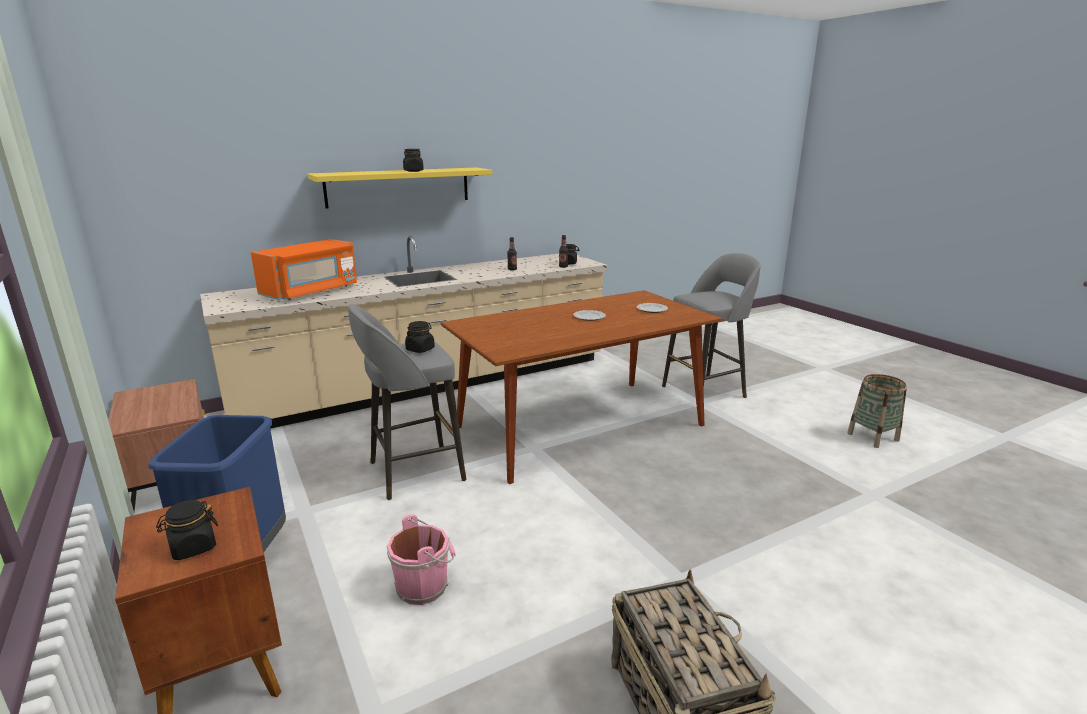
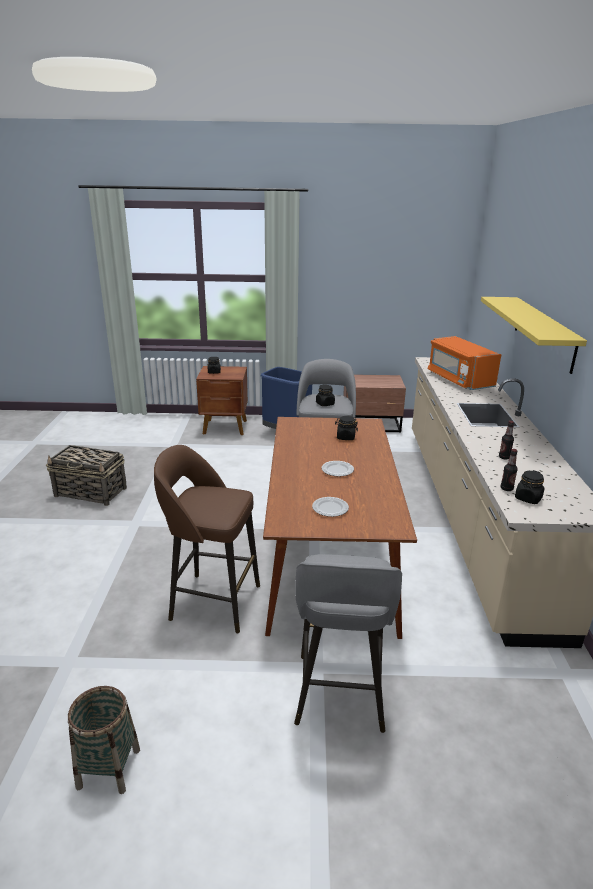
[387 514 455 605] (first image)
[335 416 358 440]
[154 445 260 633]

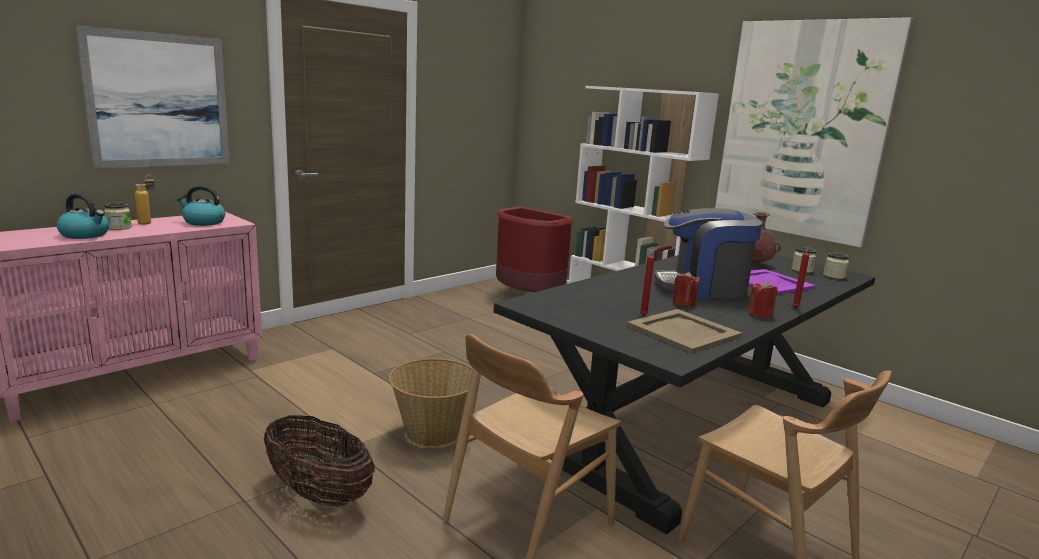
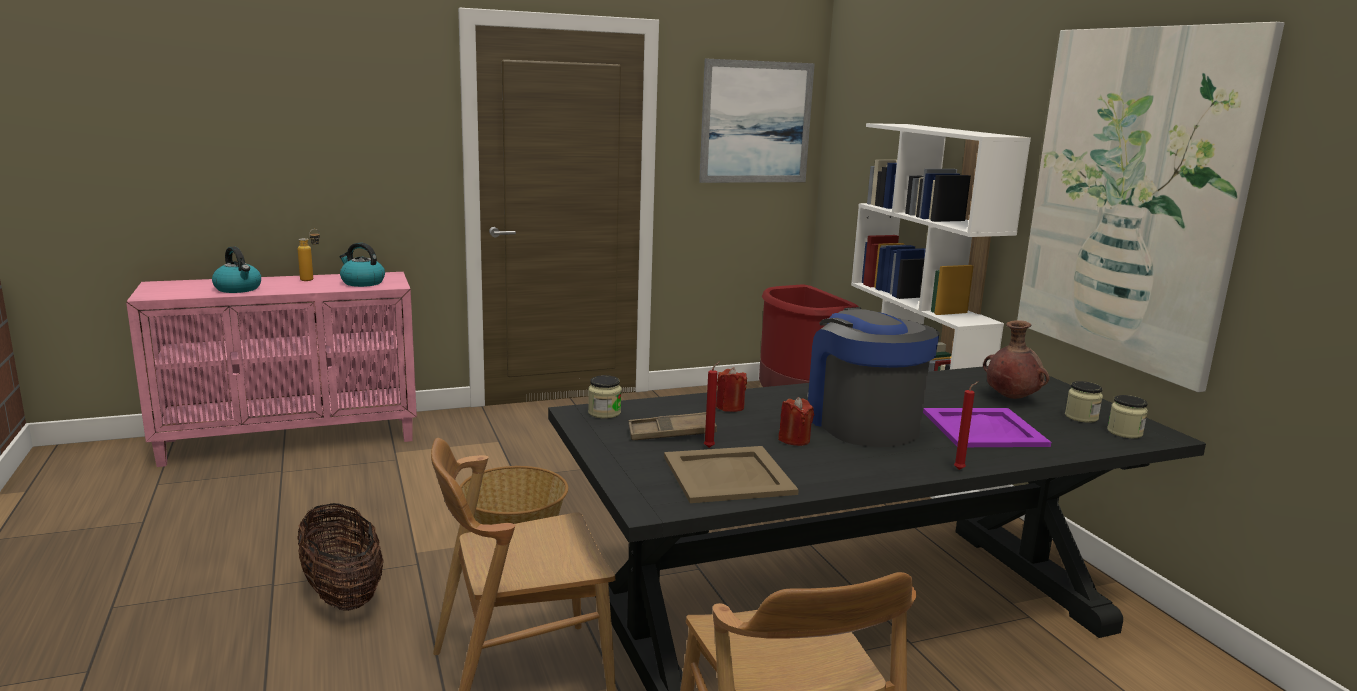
[699 59 815 183]
[588 375 621 418]
[807 307 940 447]
[716 367 747 412]
[628 412 717 440]

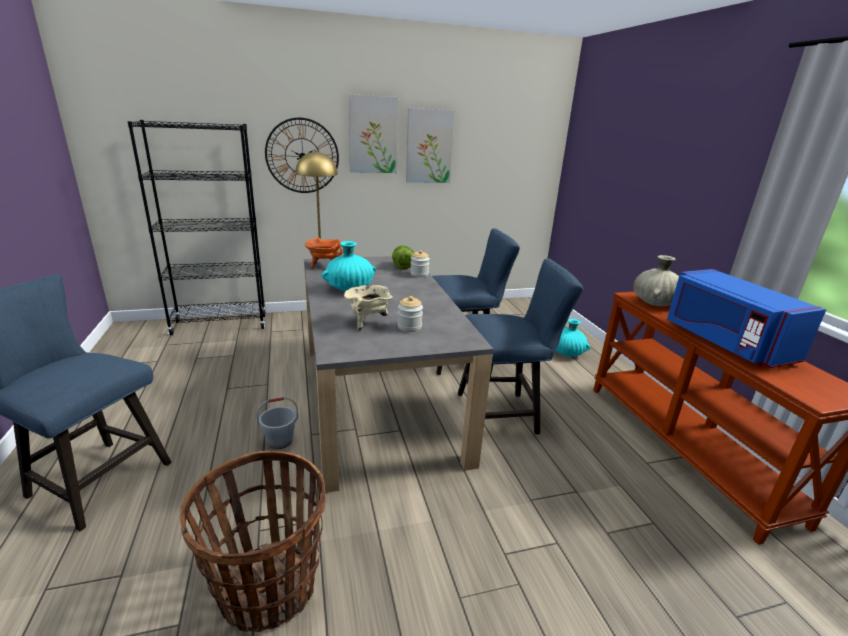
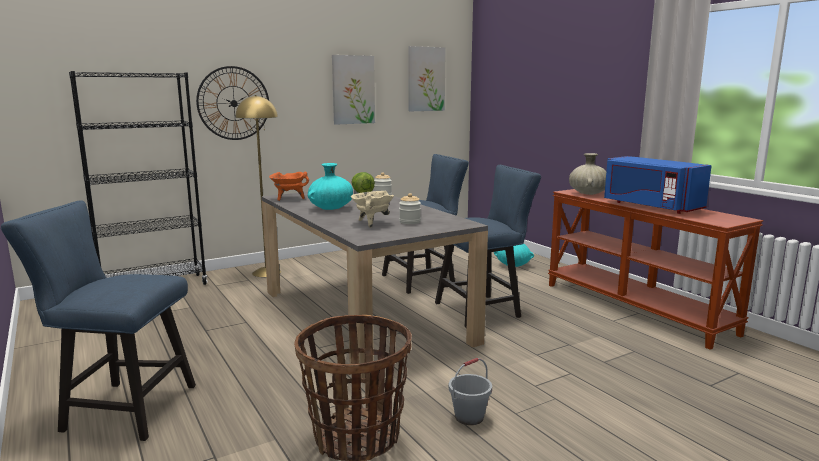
[449 358 492 425]
[408 46 446 111]

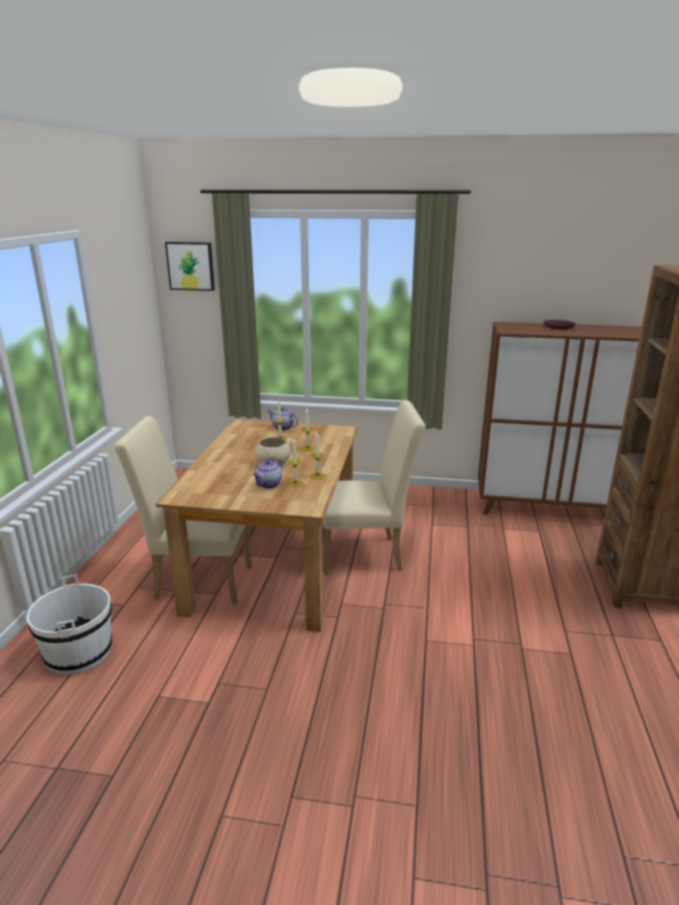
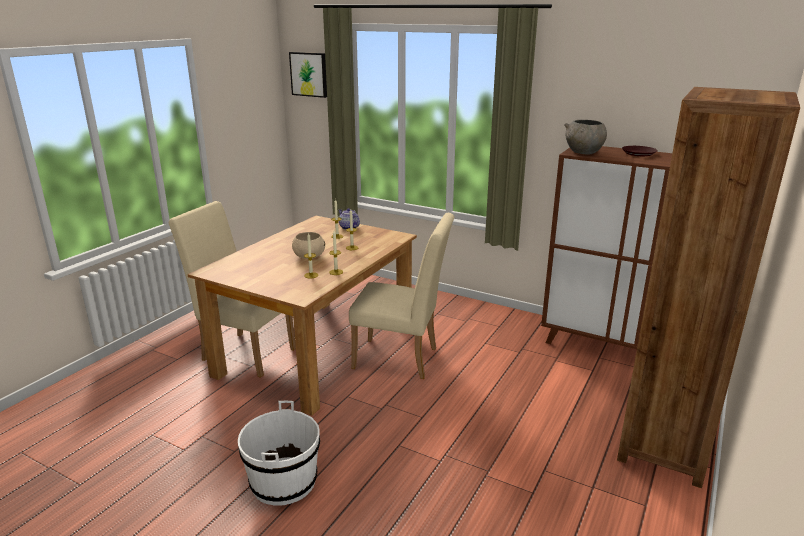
[238 401 320 506]
[253 459 283 488] (first image)
[564 120 607 154]

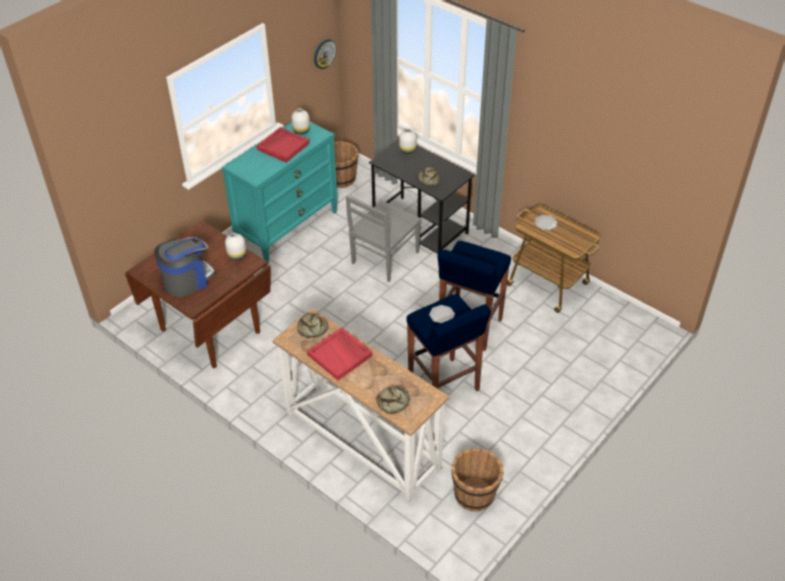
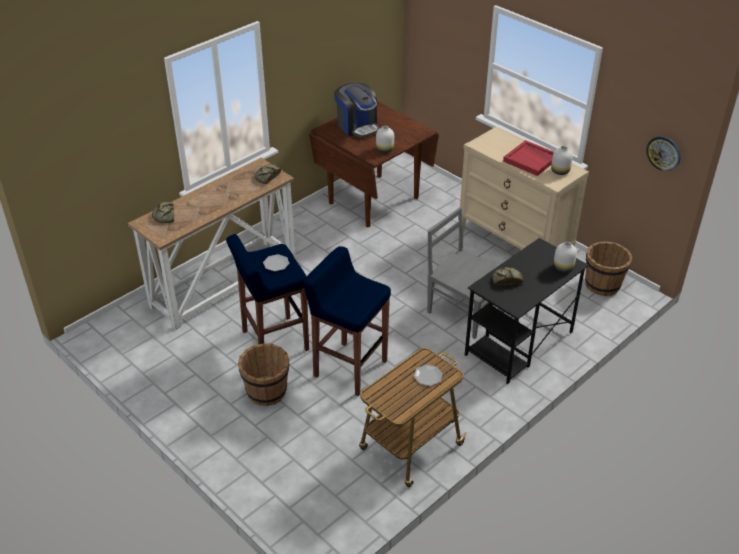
[460 126 589 250]
[307 327 372 380] (first image)
[238 343 289 406]

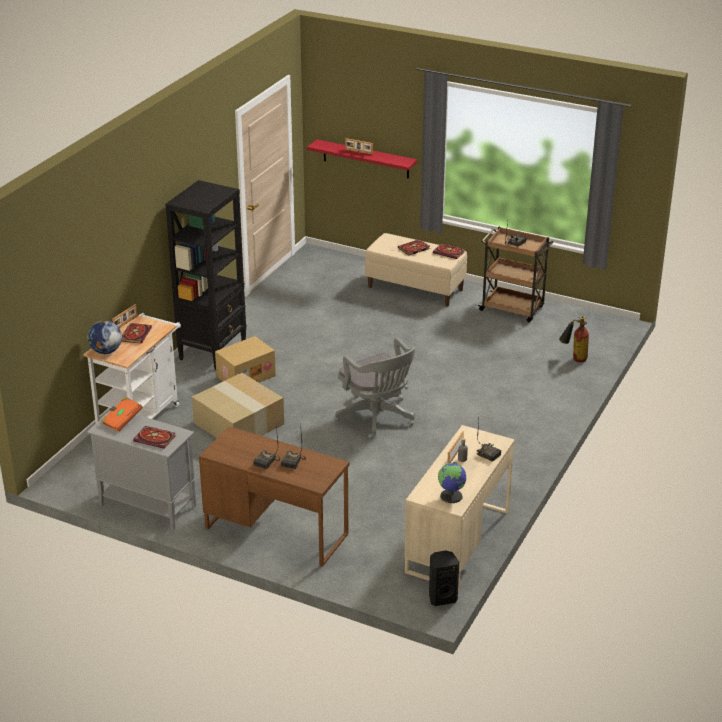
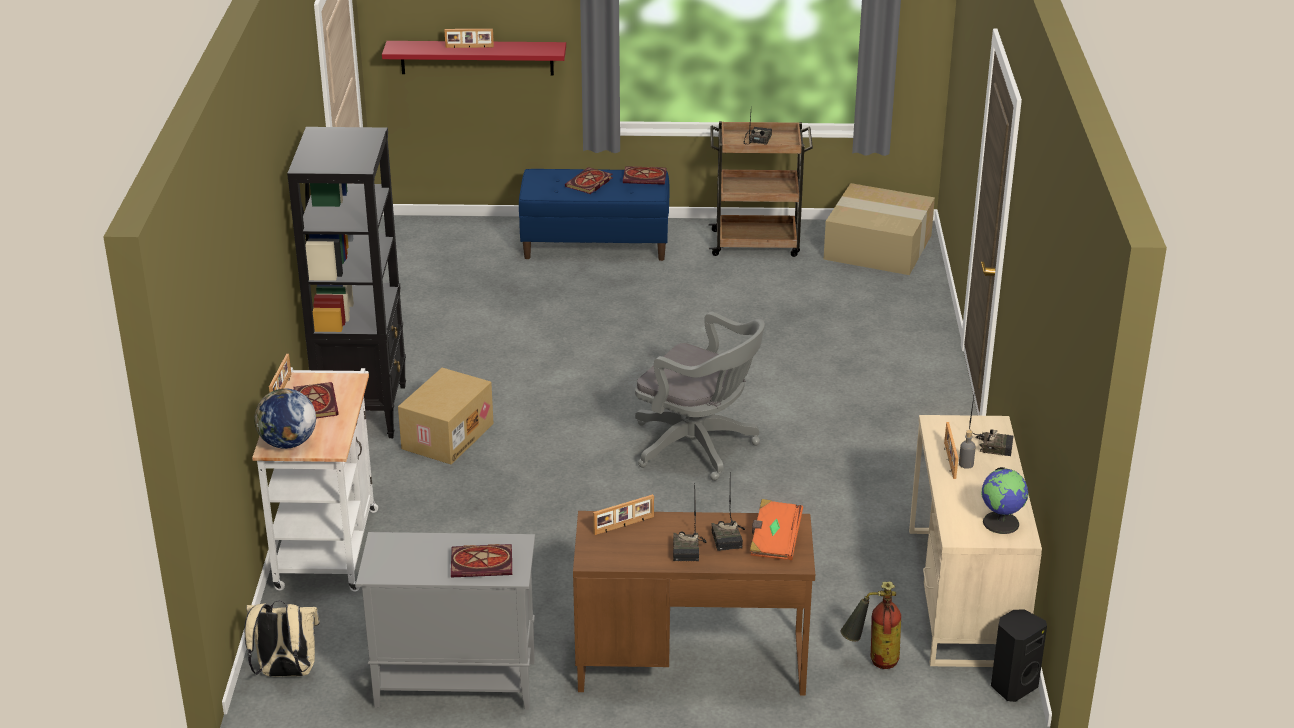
[750 499 803 560]
[824 183 935 275]
[519 169 670 261]
[841 581 901 669]
[244 600 320 677]
[593 494 654 535]

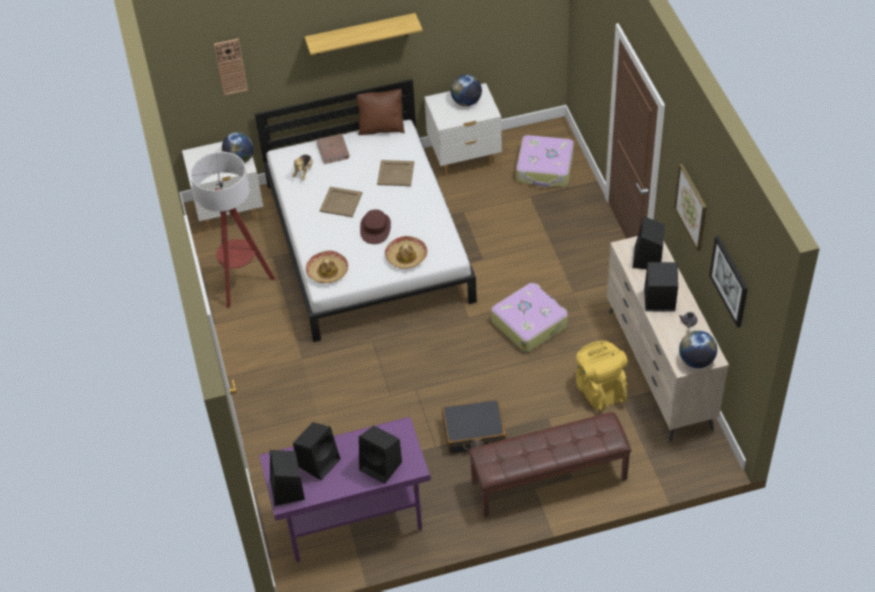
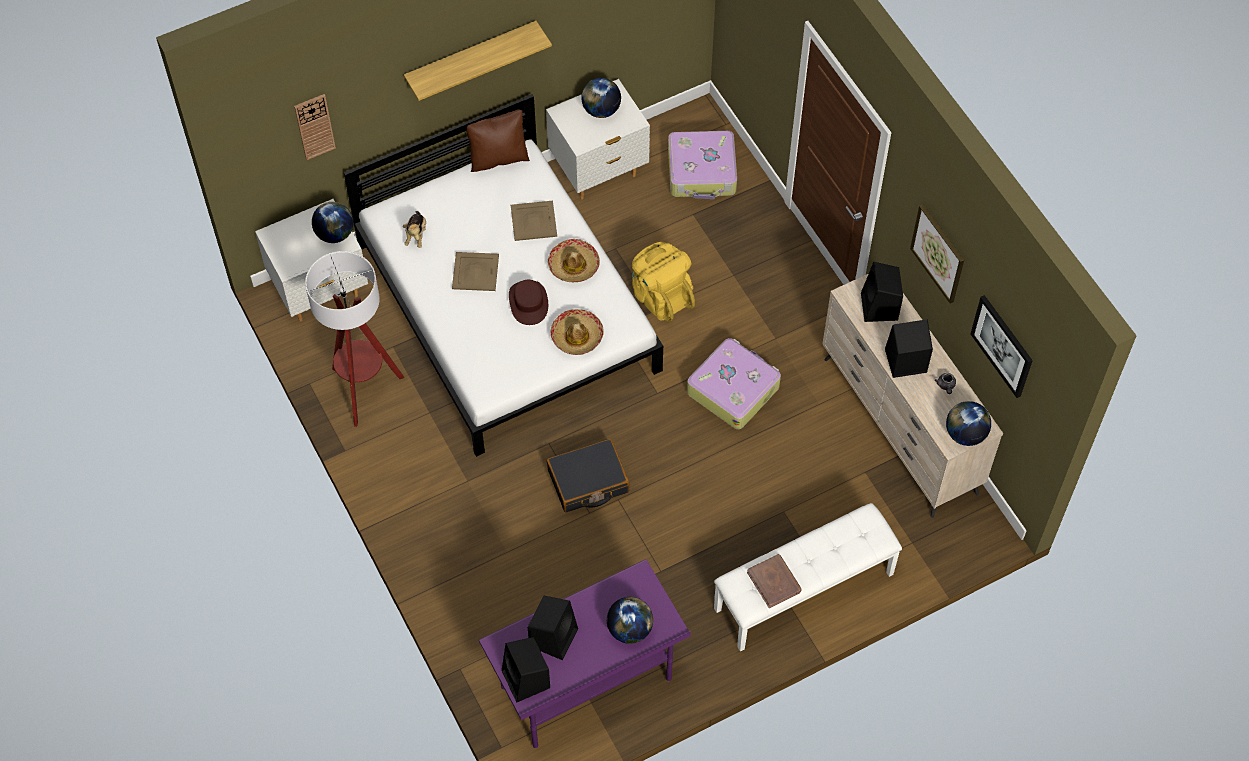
[548 239 600 282]
[747 554 802 608]
[607 597 653 644]
[547 439 629 512]
[714 503 902 652]
[632 242 695 322]

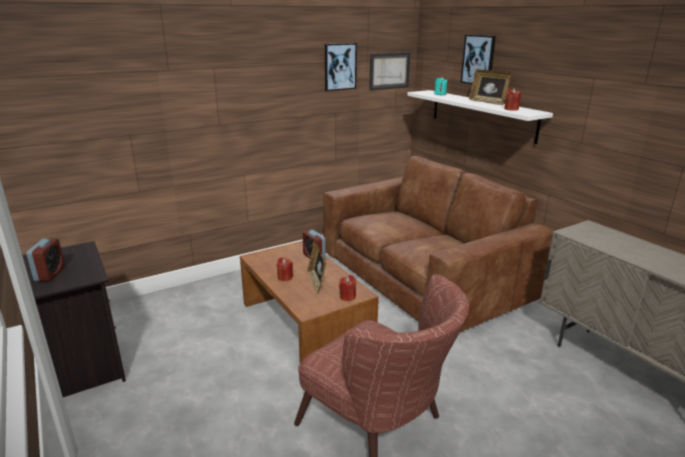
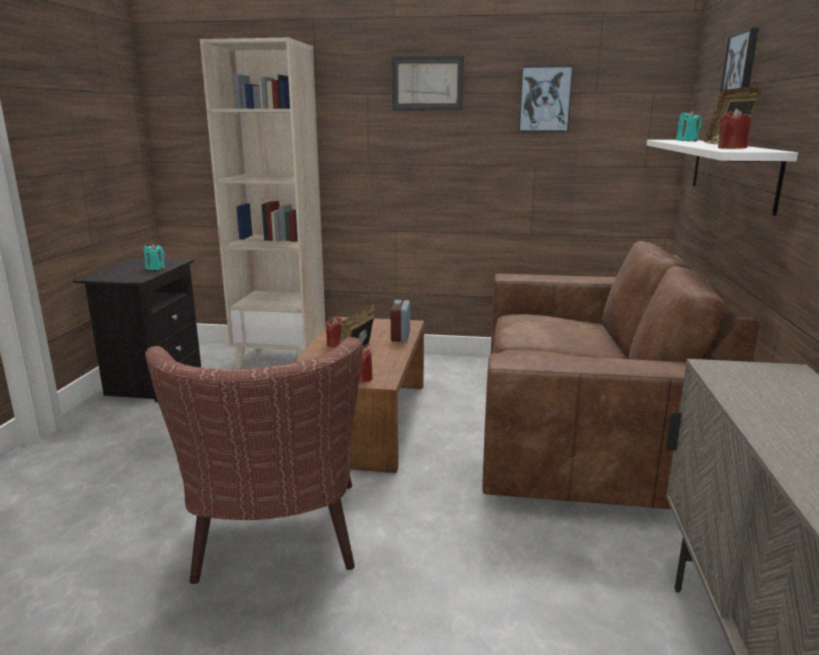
[26 238 65 281] (first image)
[392 56 464 111]
[144 244 165 270]
[200 38 325 369]

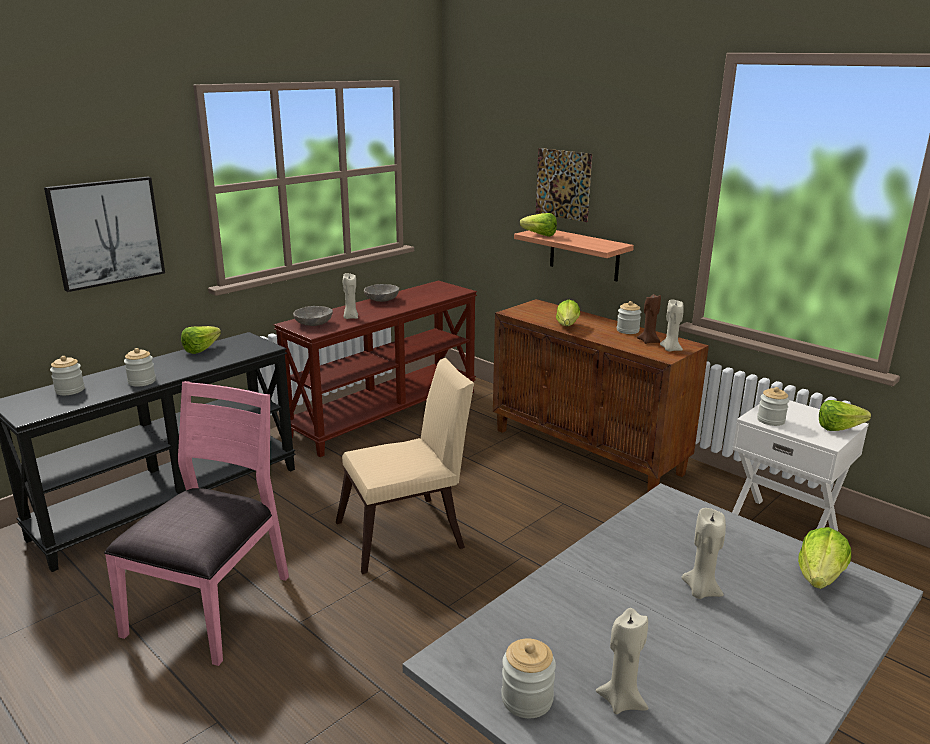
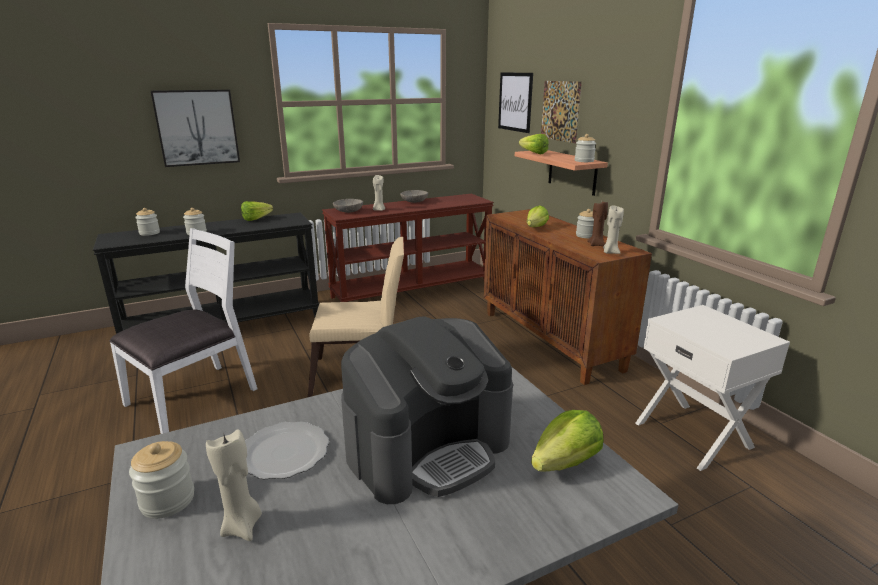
[109 228 257 434]
[341 316 513 504]
[575 134 596 162]
[819 400 871 431] (first image)
[245 422 329 479]
[498 72 533 133]

